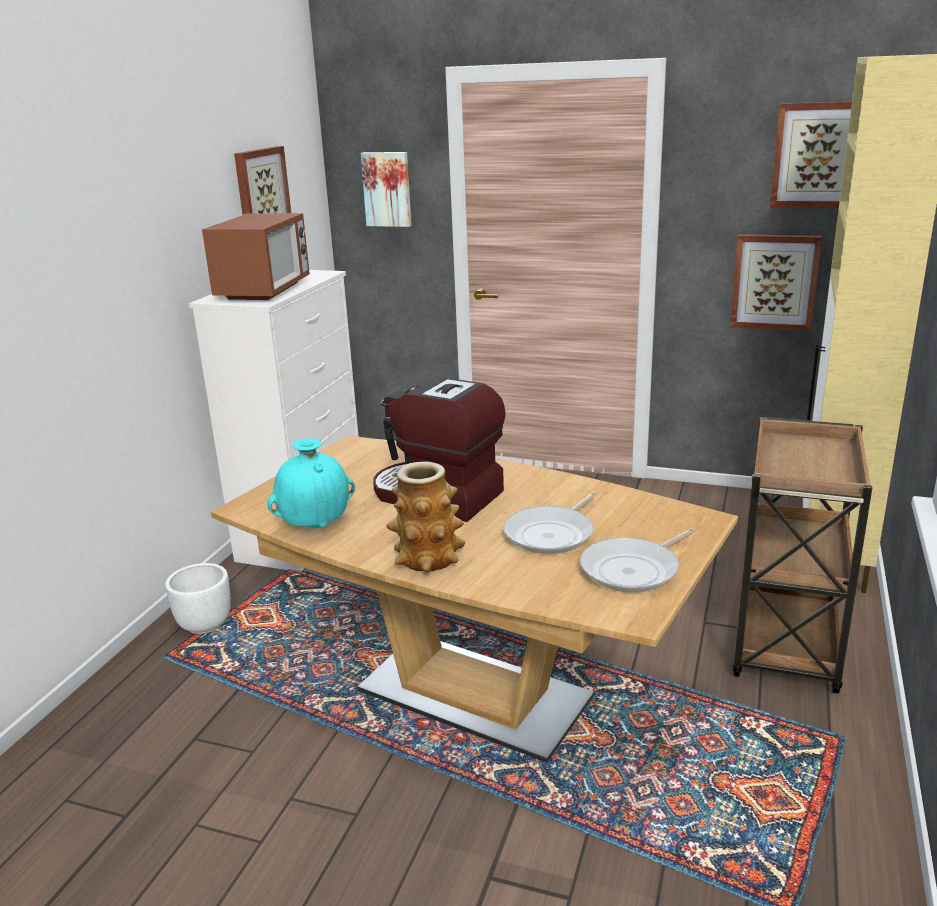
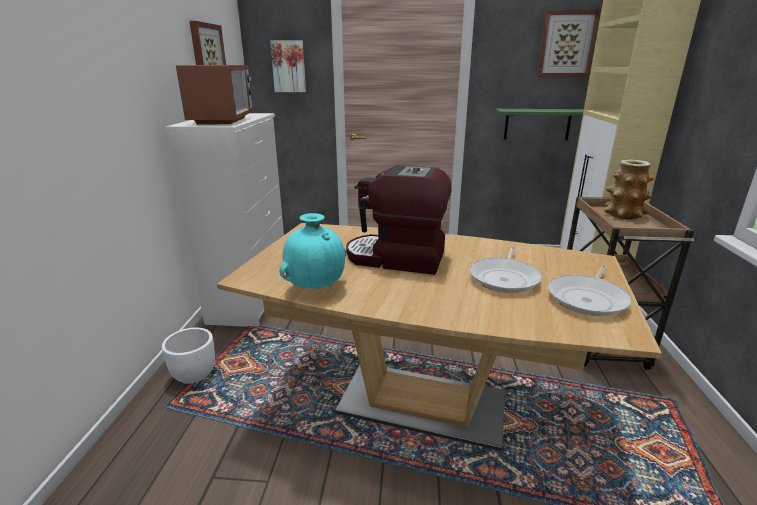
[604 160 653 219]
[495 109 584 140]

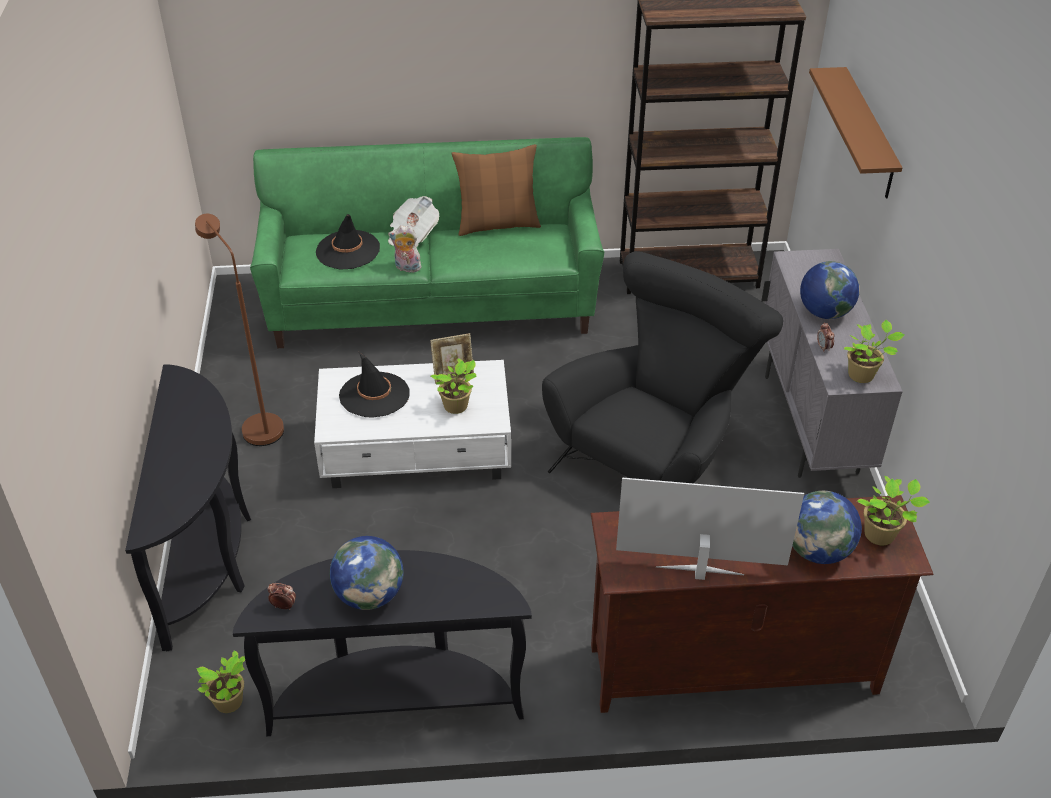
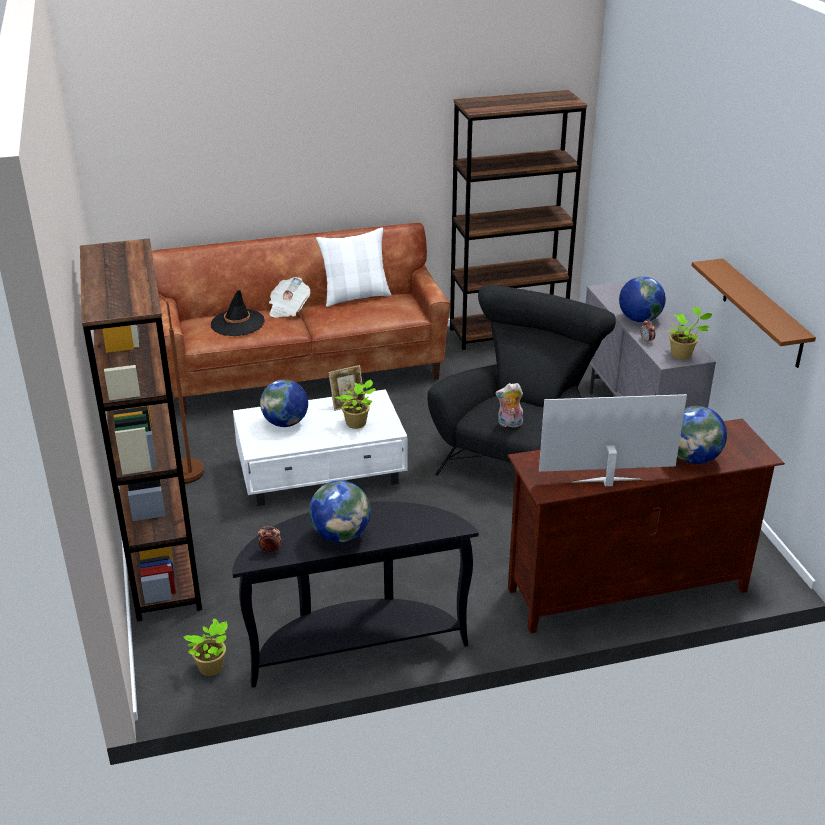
[80 238 202 621]
[152 223 451 414]
[260 379 308 427]
[495 383 523 427]
[316 227 391 307]
[691 258 816 368]
[857 476 930 545] (first image)

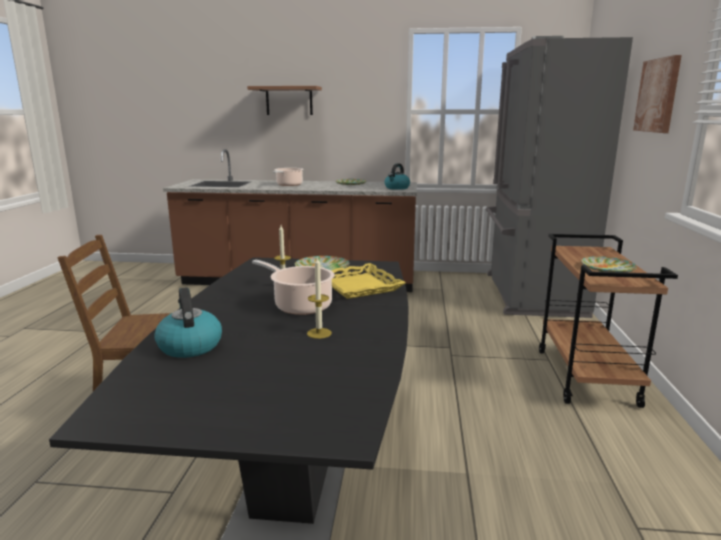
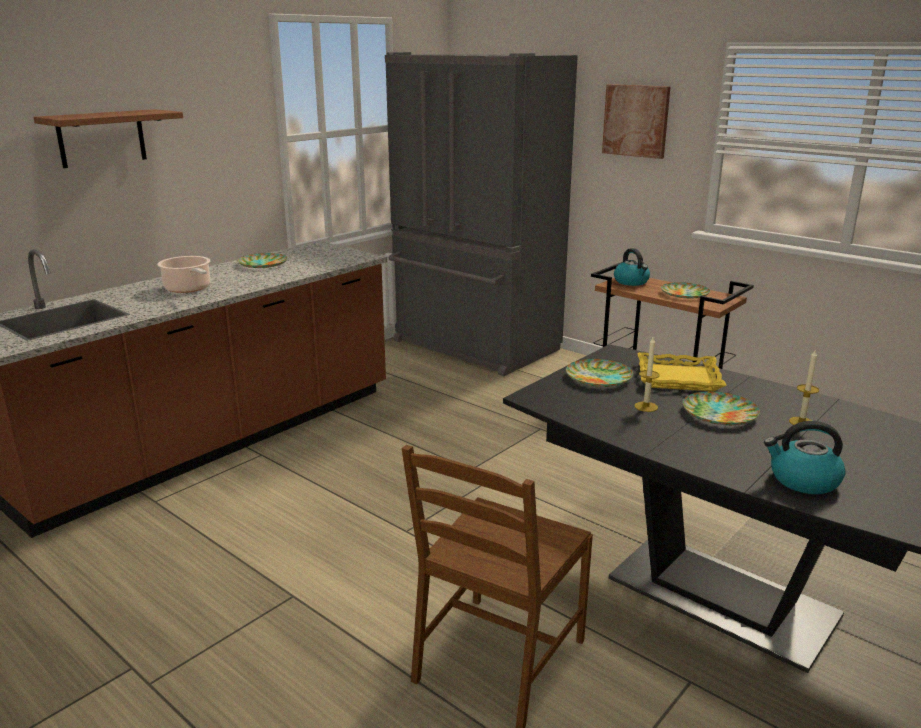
[683 391 760 425]
[614 248 650 286]

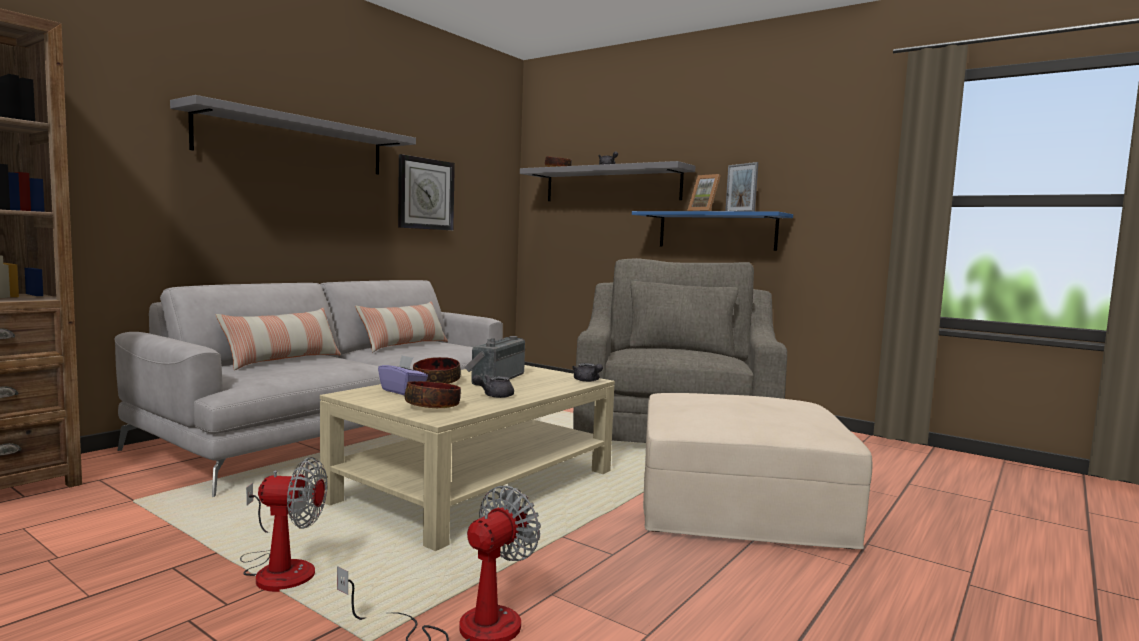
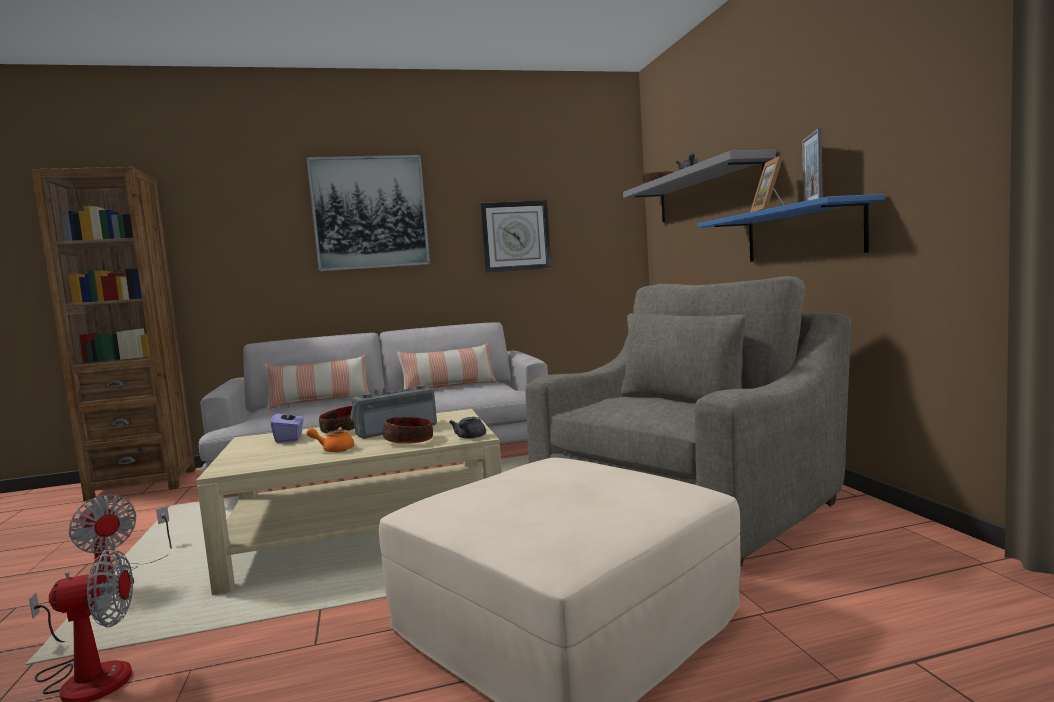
[306 155 430 271]
[383 417 433 444]
[307 427 354 452]

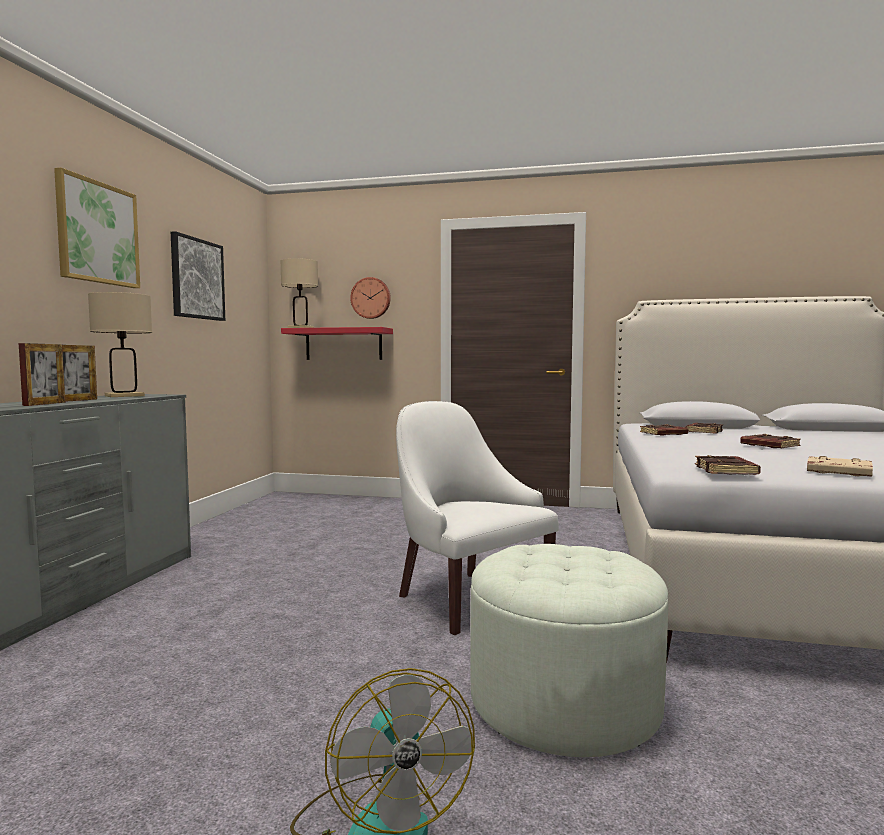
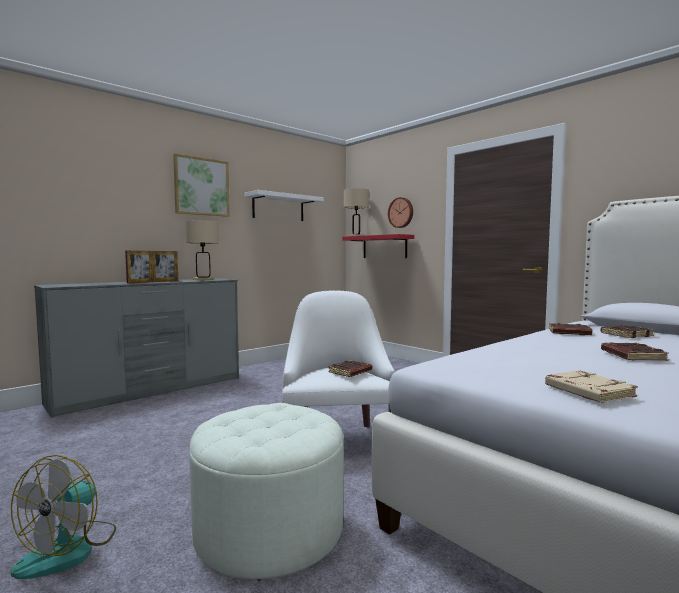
[244 190 324 221]
[328 360 372 377]

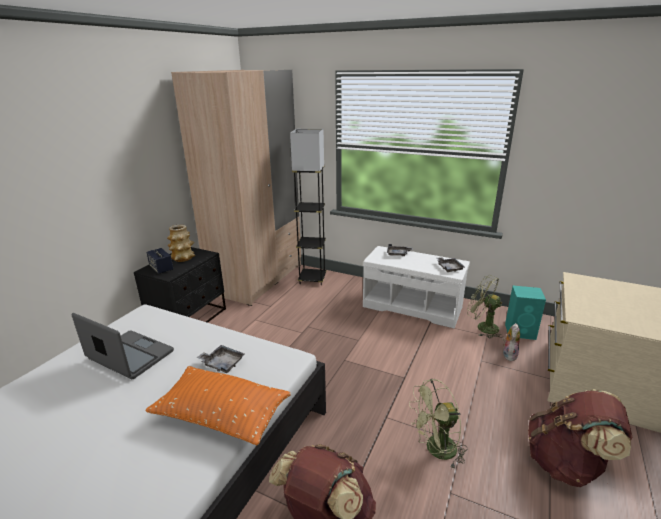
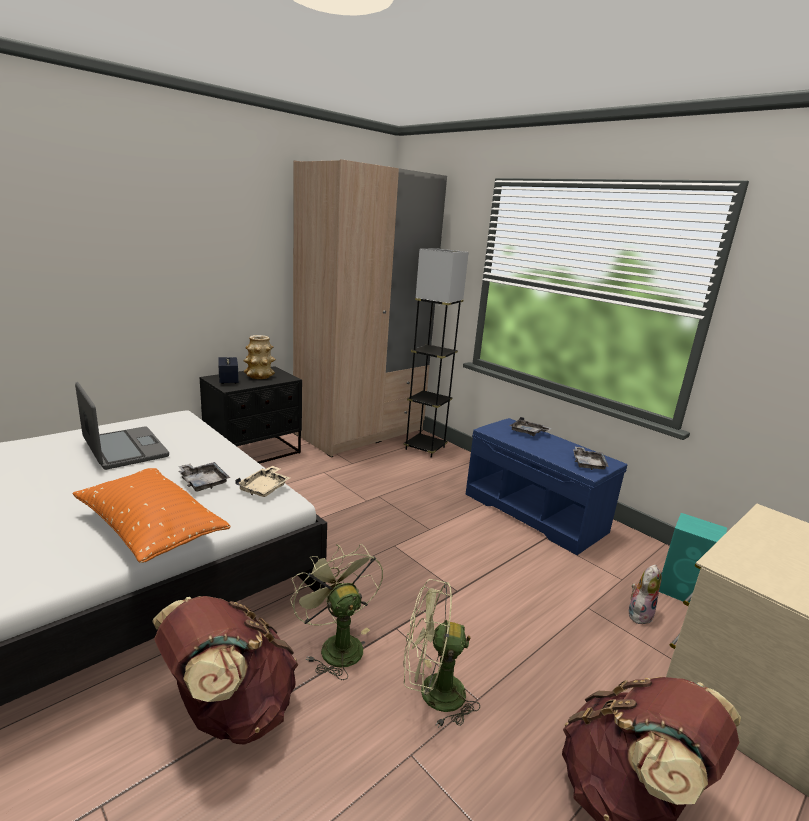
[466 418 627 555]
[290 544 383 680]
[235 466 290 497]

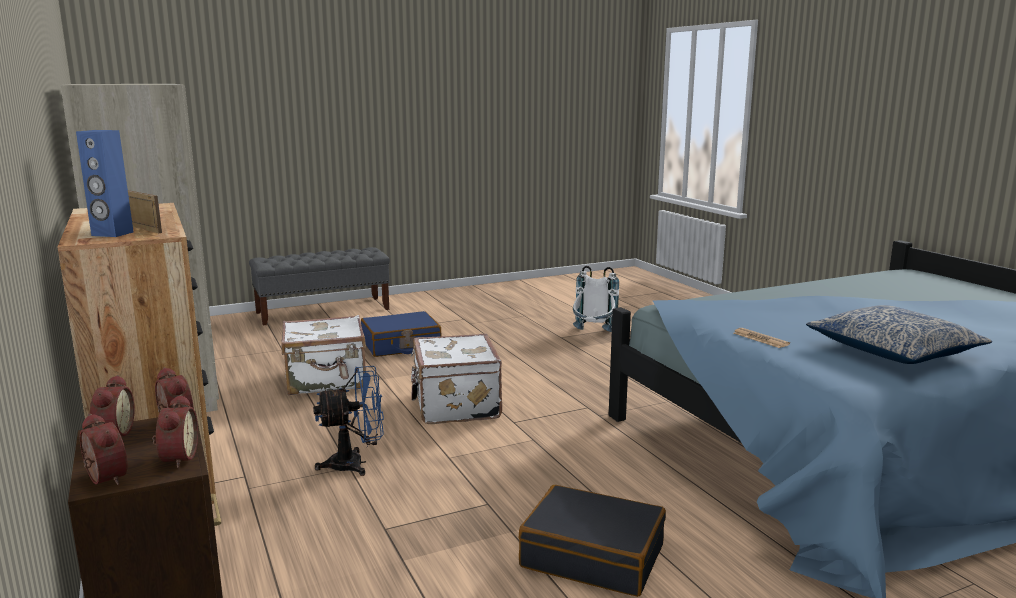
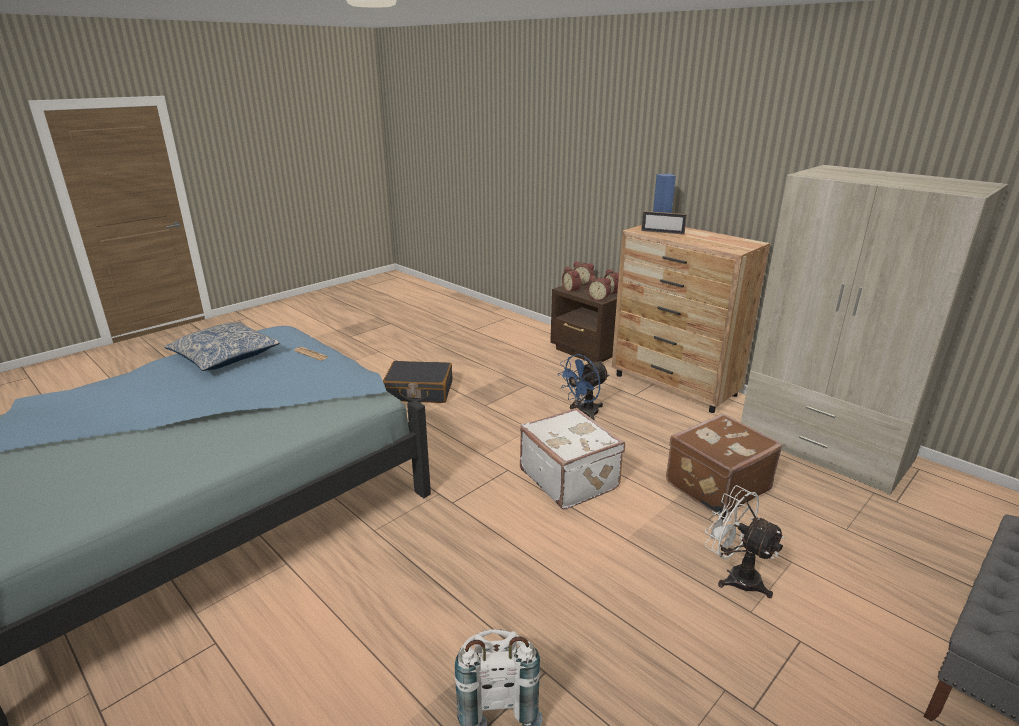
[666 413 783 516]
[705 485 785 598]

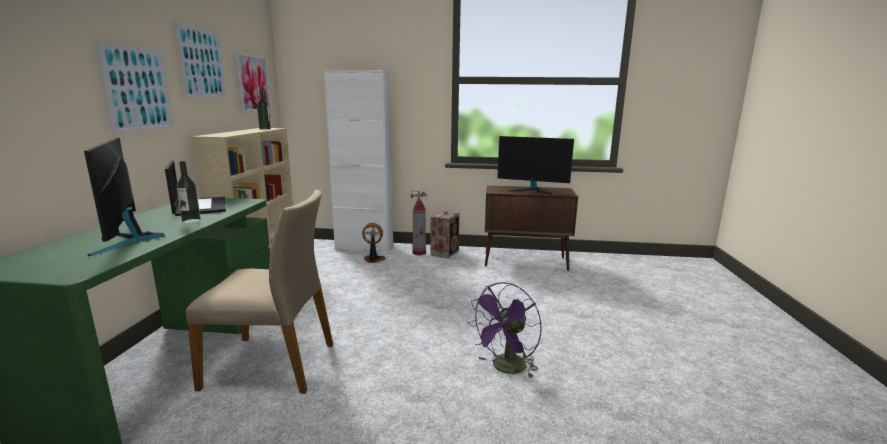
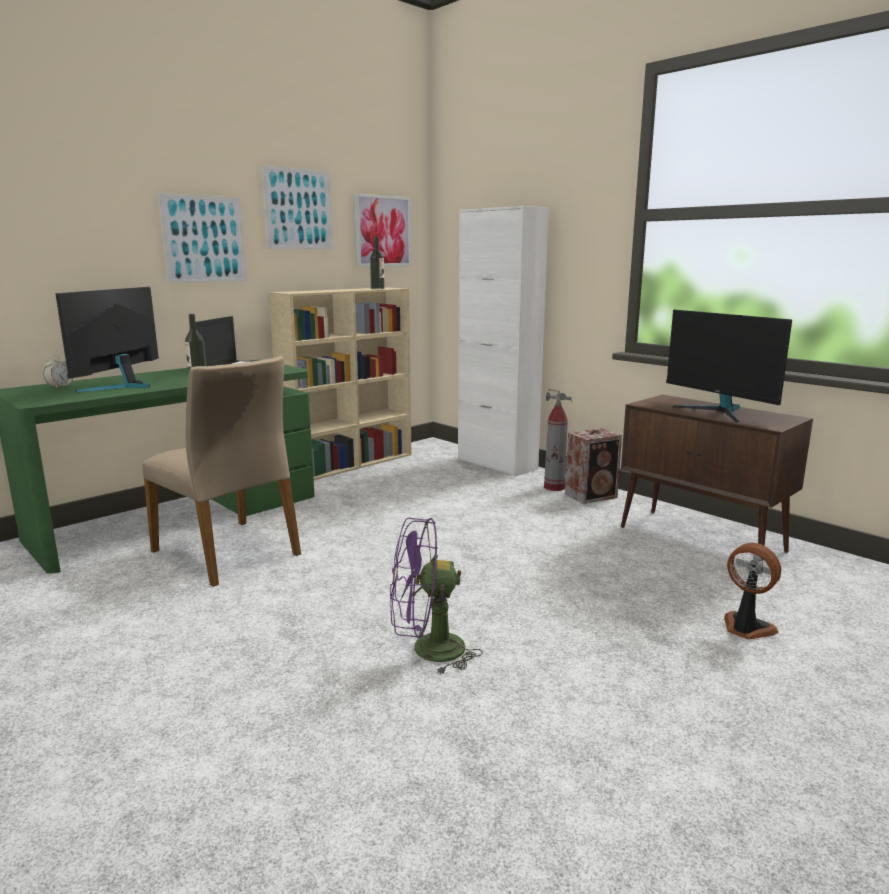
[724 543 781 639]
[43 355 73 388]

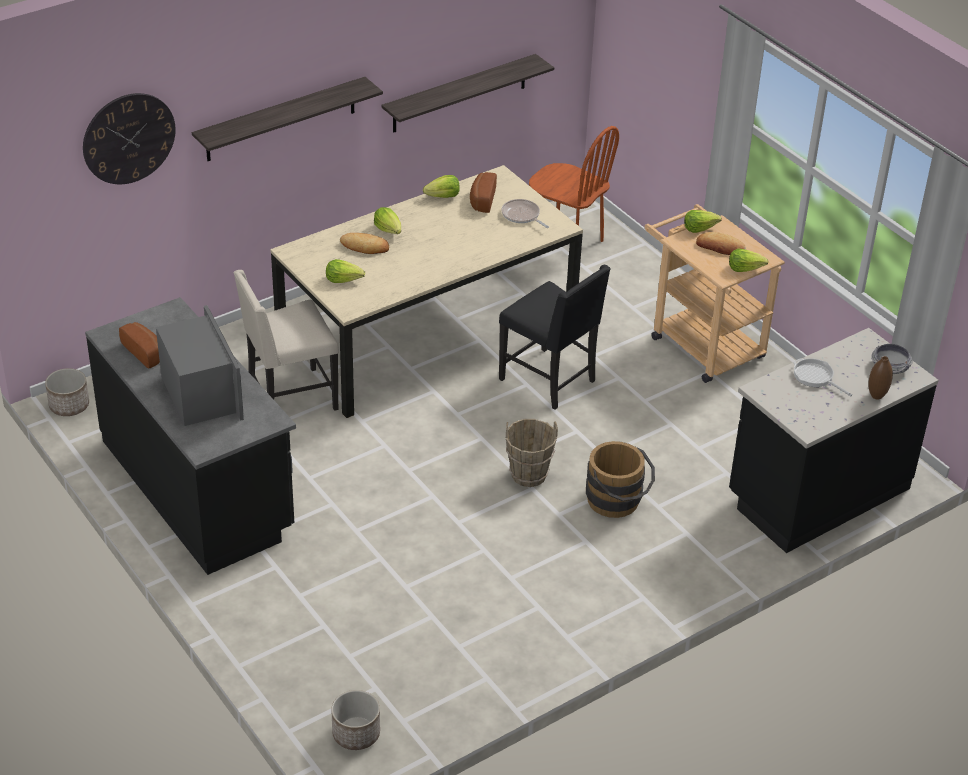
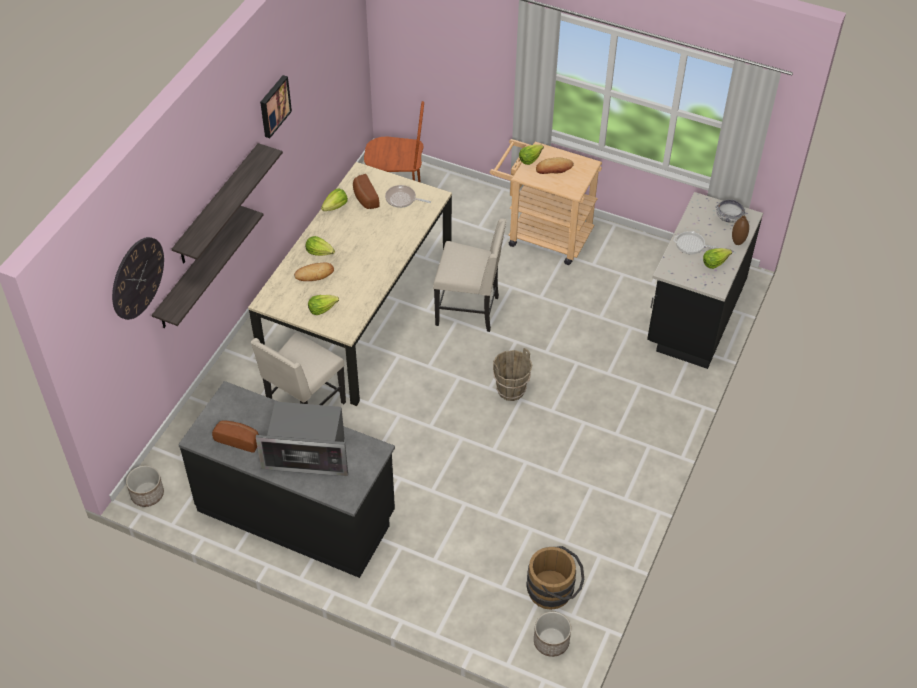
[256 402 348 477]
[152 206 264 328]
[433 218 507 332]
[526 546 584 610]
[703 248 732 269]
[260 75 292 138]

